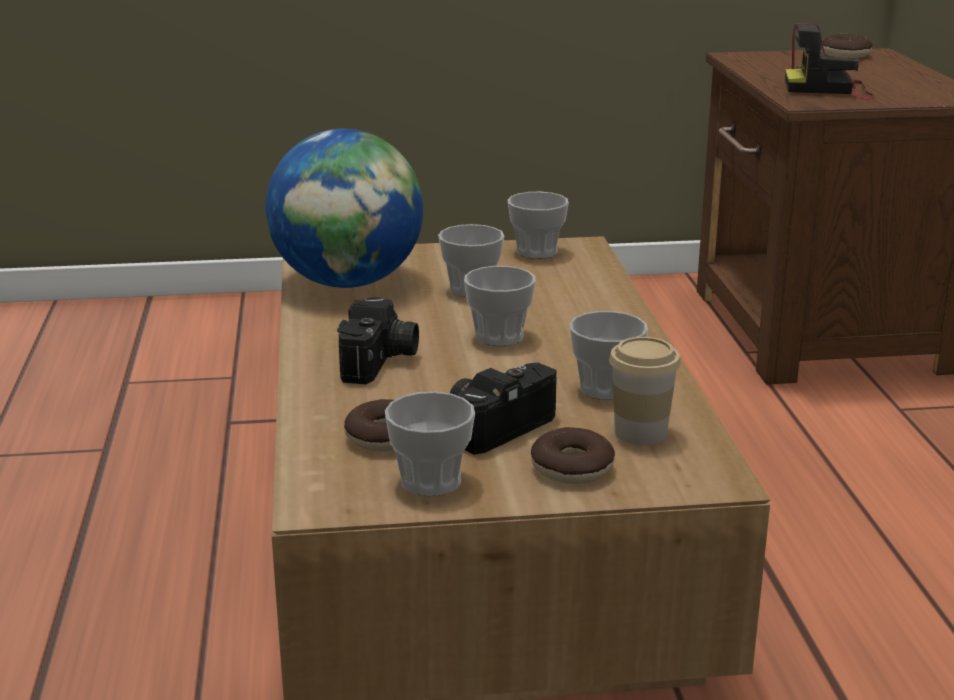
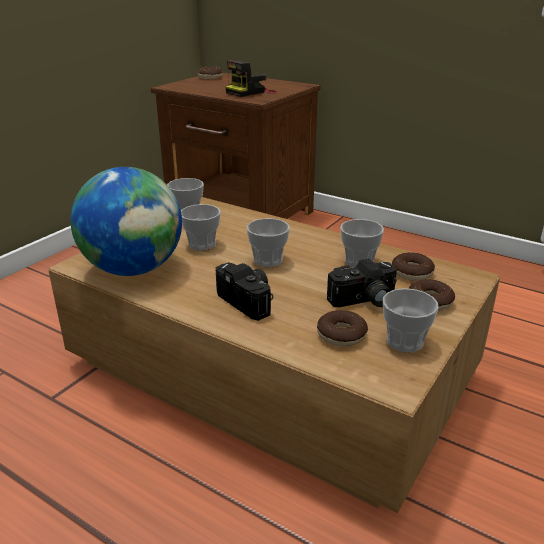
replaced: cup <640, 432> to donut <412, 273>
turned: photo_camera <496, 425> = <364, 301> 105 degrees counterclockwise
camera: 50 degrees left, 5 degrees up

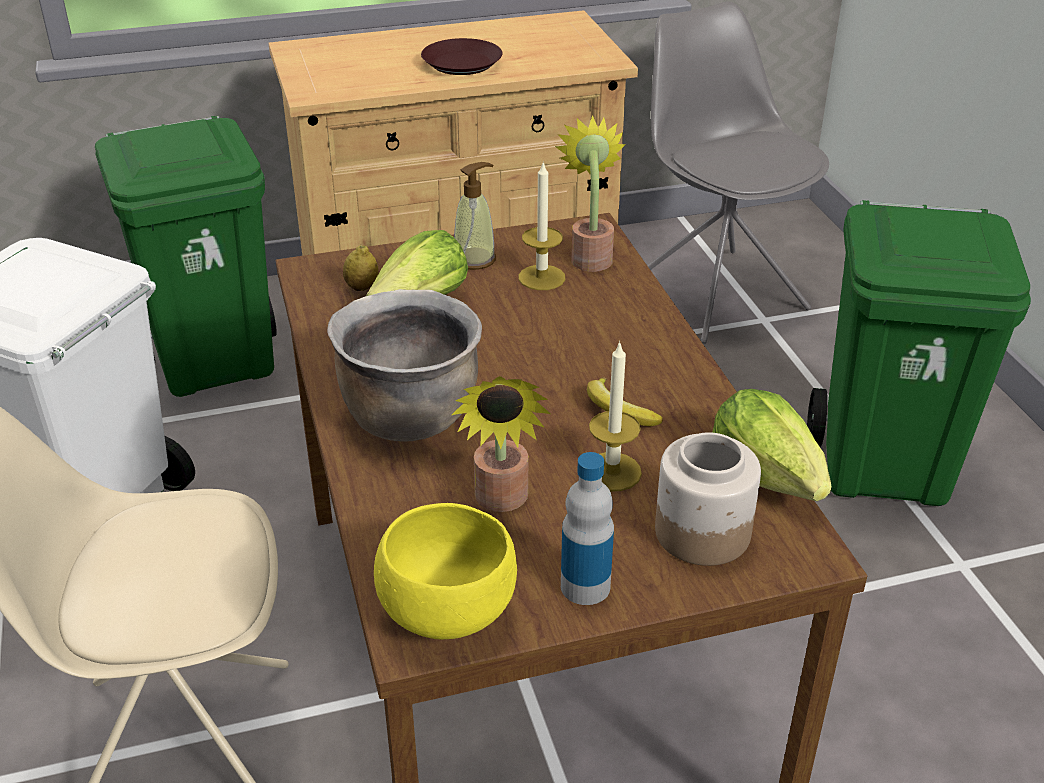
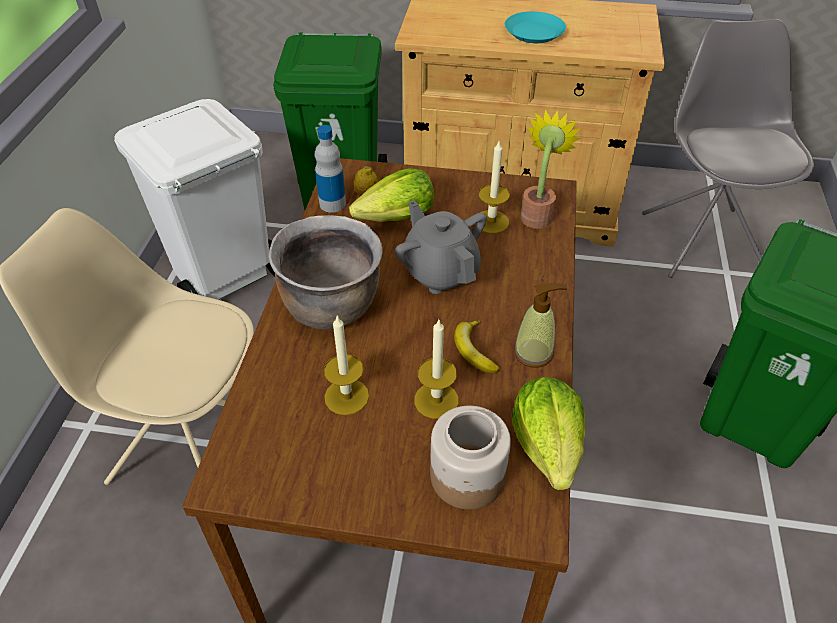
removed: yellow_bowl <448, 612>
added: grey_teapot <440, 272>
moved: bottle <585, 586> to <332, 204>; soap_dispenser <474, 259> to <533, 353>
replaced: potted_plant <501, 502> to candle <346, 396>
recoloured: brown_plate <461, 63> to turquoise_plate <533, 32>
camera: 25 degrees right, 10 degrees up

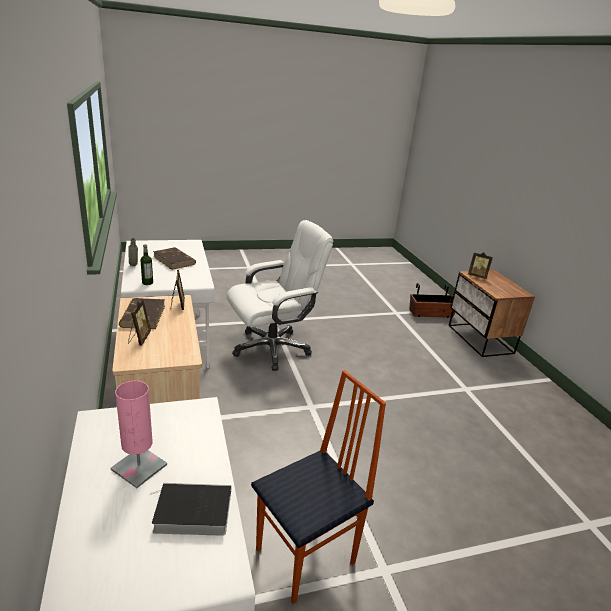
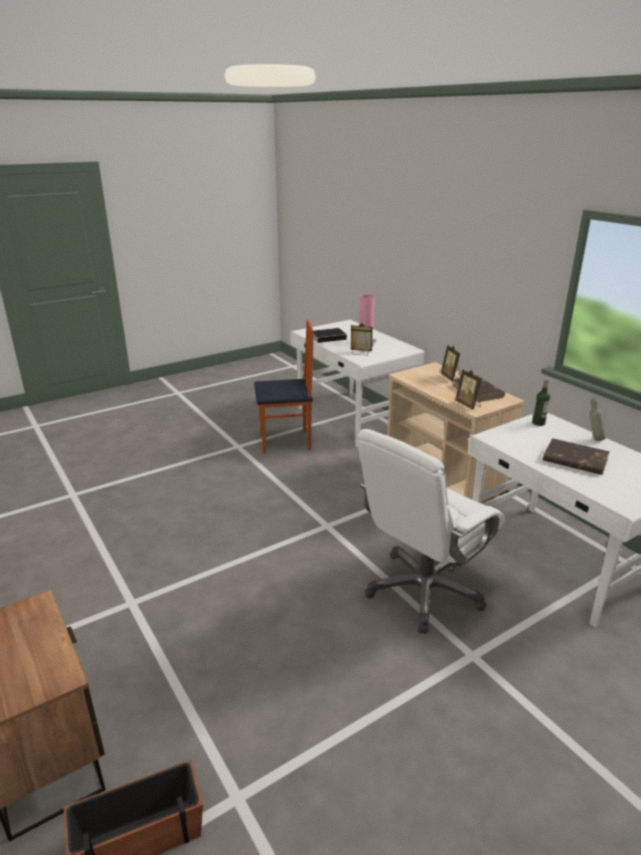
moved: picture_frame <477, 276> to <360, 353>
turned: chair <307, 557> = <286, 442> 135 degrees counterclockwise
camera: 165 degrees right, 0 degrees up

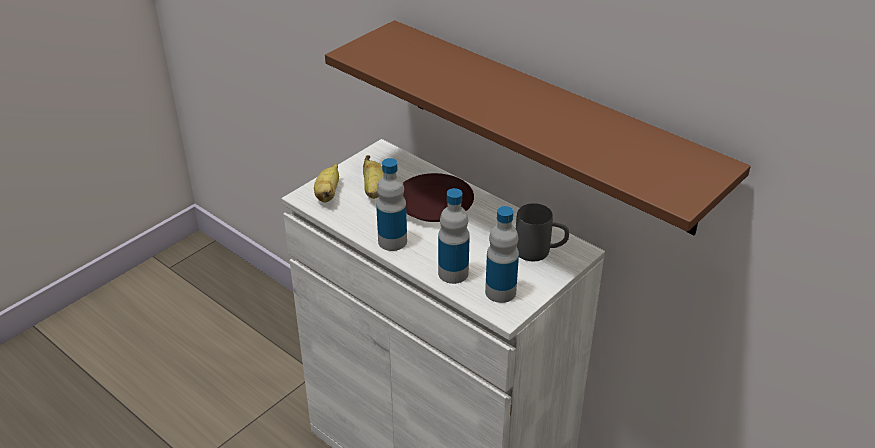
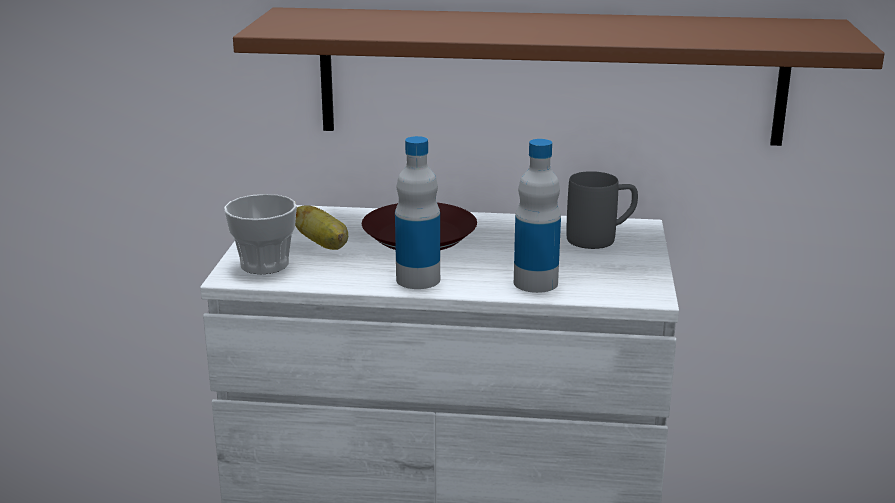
removed: bottle <500, 292>
replaced: banana <328, 194> to cup <264, 264>
camera: 35 degrees left, 15 degrees down

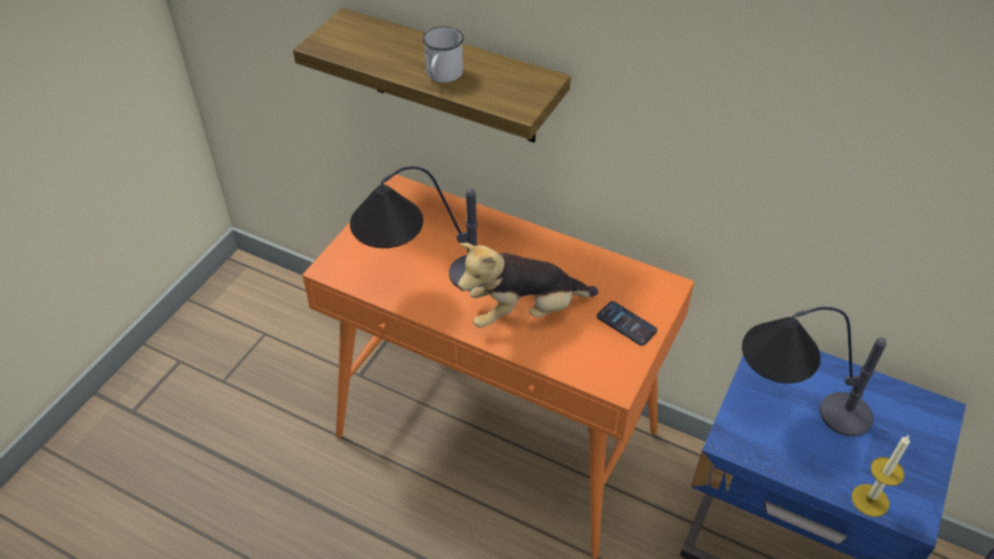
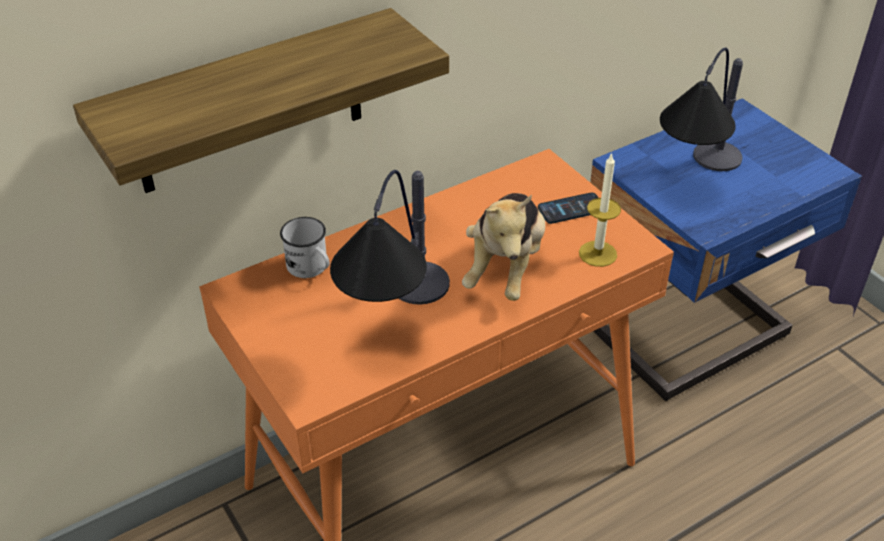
moved: white_mug <442, 76> to <311, 268>; candle <870, 500> to <597, 253>
camera: 60 degrees left, 5 degrees down

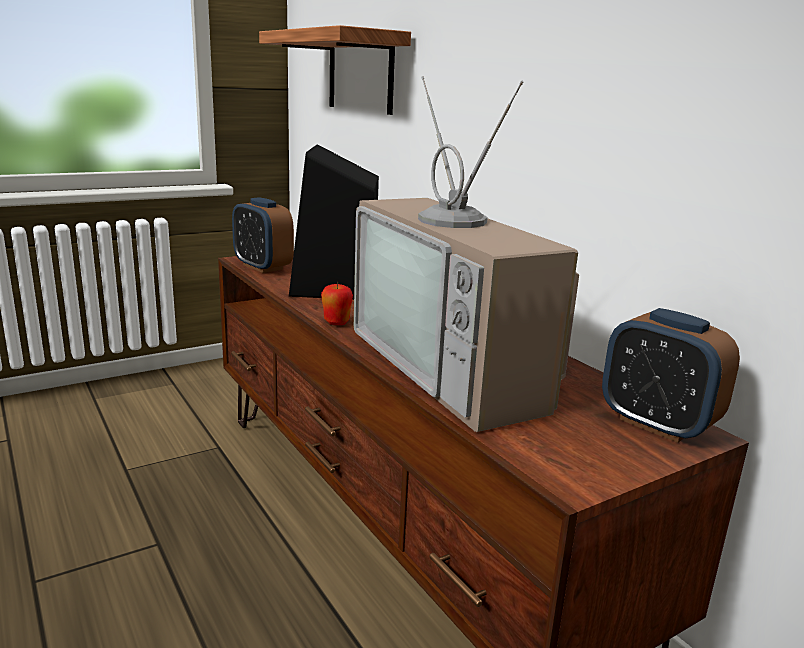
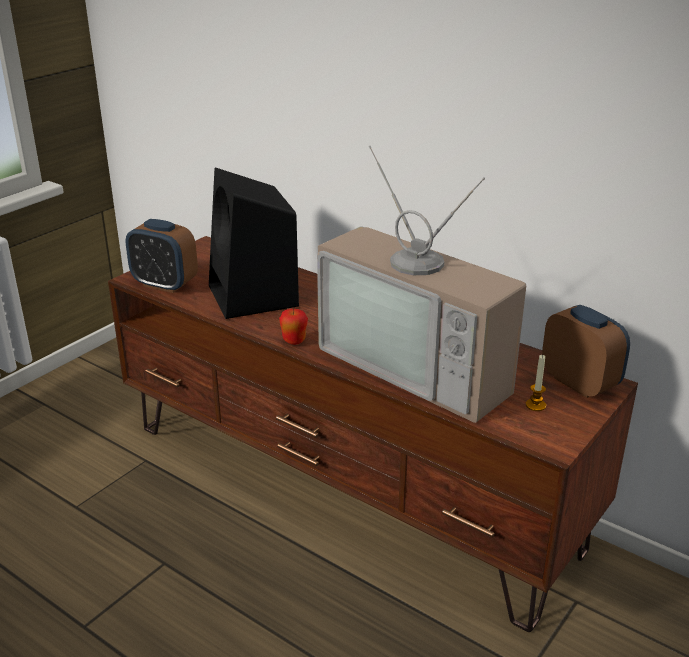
removed: shelf <360, 72>
added: candle <535, 405>
turned: alarm_clock <657, 424> = <579, 383> 150 degrees counterclockwise
camera: 20 degrees left, 10 degrees up

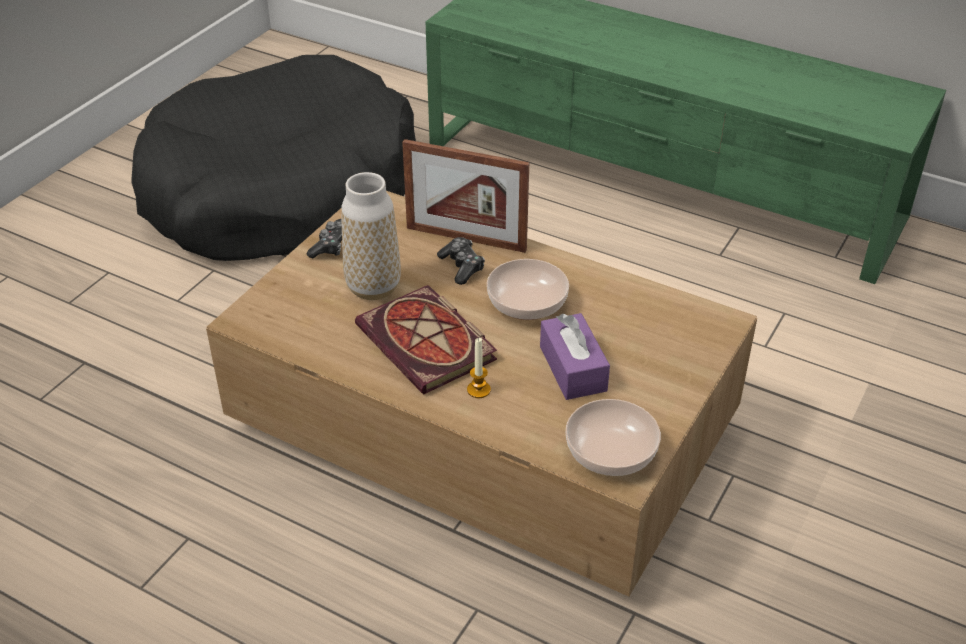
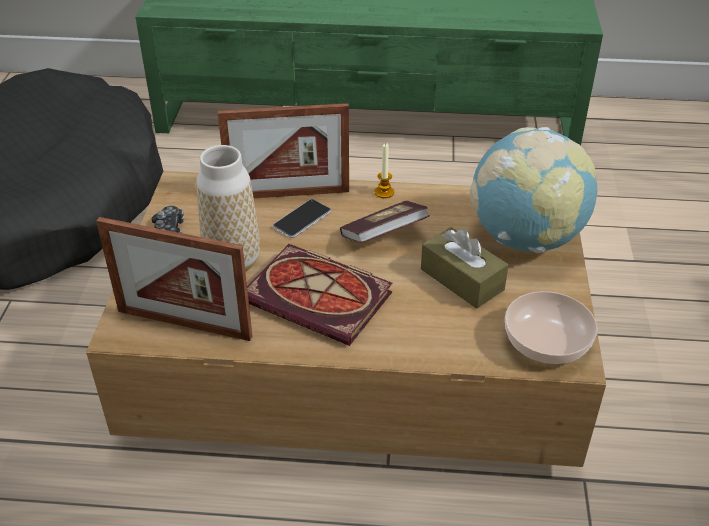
added: picture_frame <184, 324>; globe <525, 238>
moved: candle <478, 390> to <384, 192>
replaced: game_controller <462, 266> to phone <302, 219>; bowl <528, 304> to book <383, 235>
recoloured: purple_tissue_box <573, 368> to brown_tissue_box <462, 279>
camera: 25 degrees left, 0 degrees up

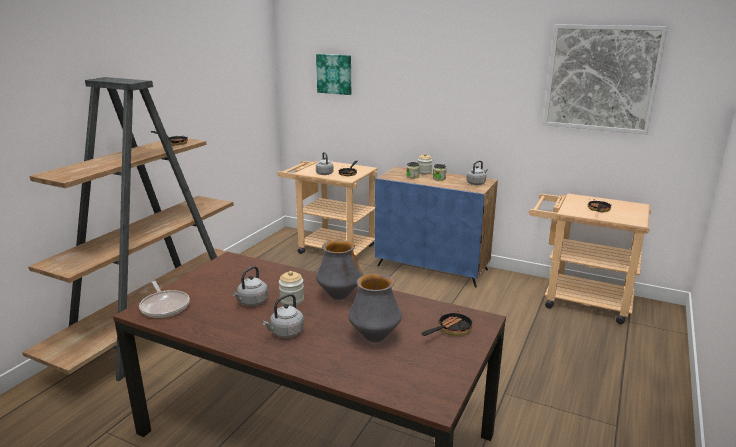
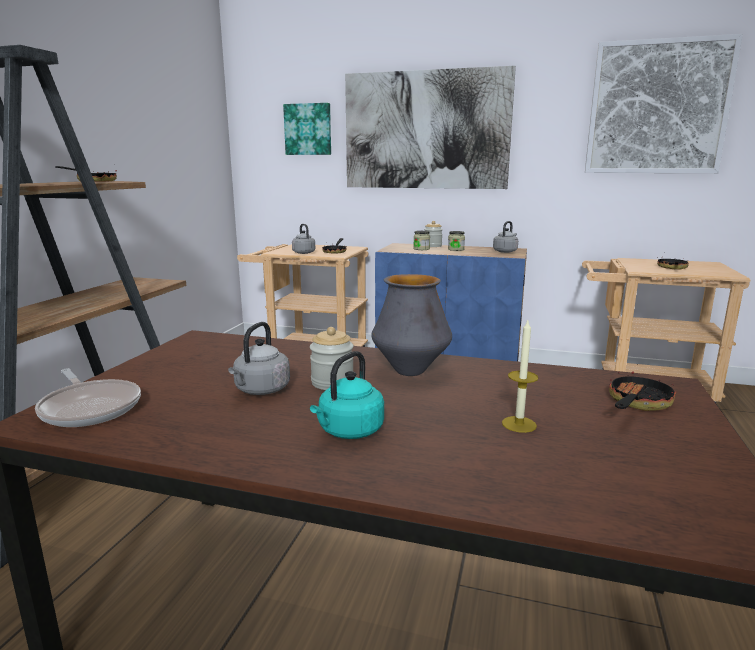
added: picture <426, 131>
replaced: vase <374, 337> to candle <519, 424>
recoloured: grey_kettle <285, 333> to turquoise_kettle <348, 431>
camera: 10 degrees left, 5 degrees down

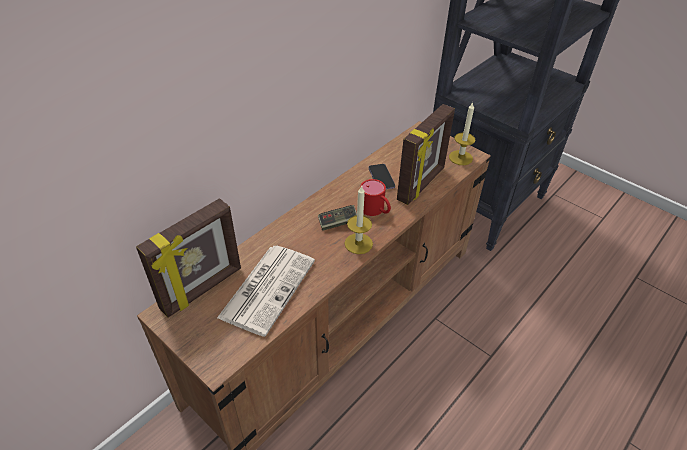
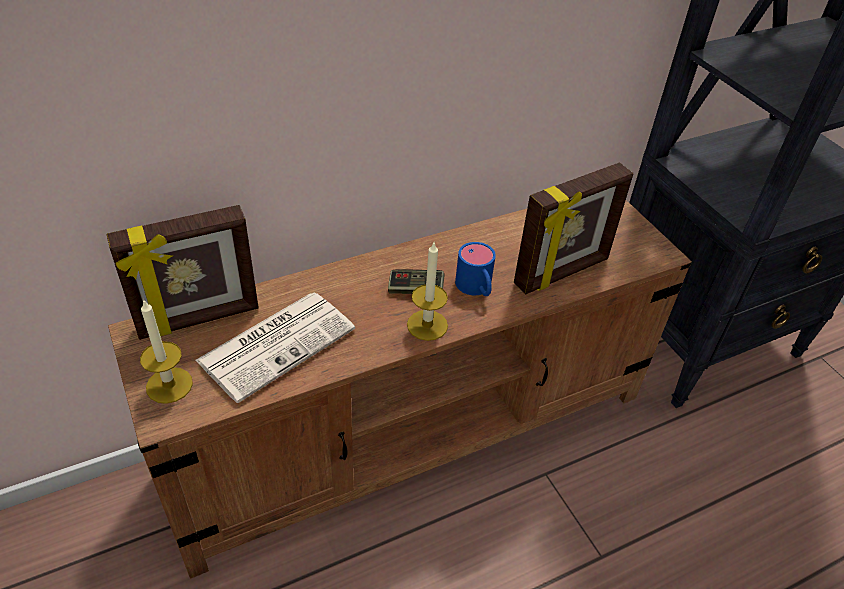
removed: phone <381, 178>
moved: candle <460, 157> to <169, 385>
recoloured: red_mug <375, 210> to blue_mug <476, 288>
camera: 20 degrees right, 0 degrees up

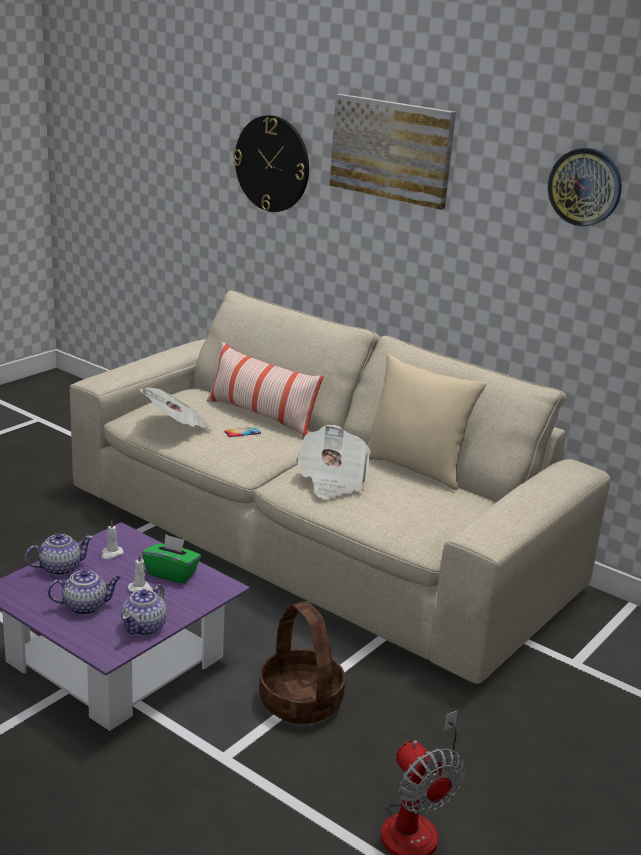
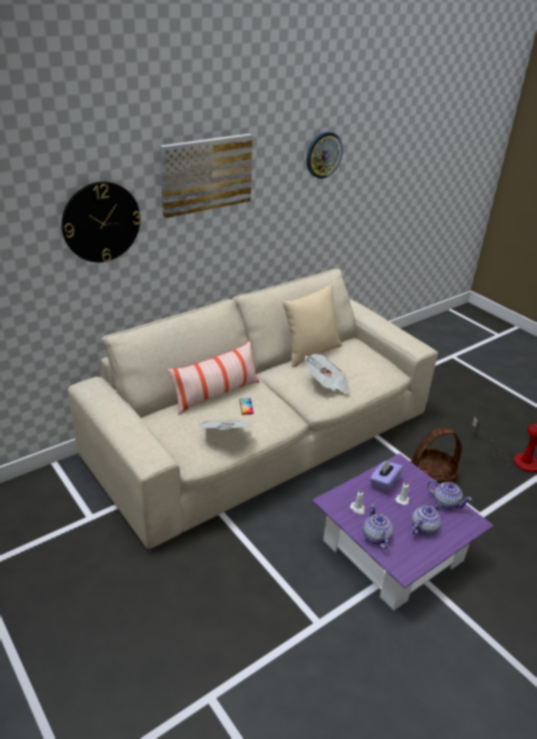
recoloured: green_tissue_box <172, 573> to purple_tissue_box <384, 483>
turned: teapot <86, 606> = <424, 527> 45 degrees clockwise
camera: 75 degrees left, 10 degrees up

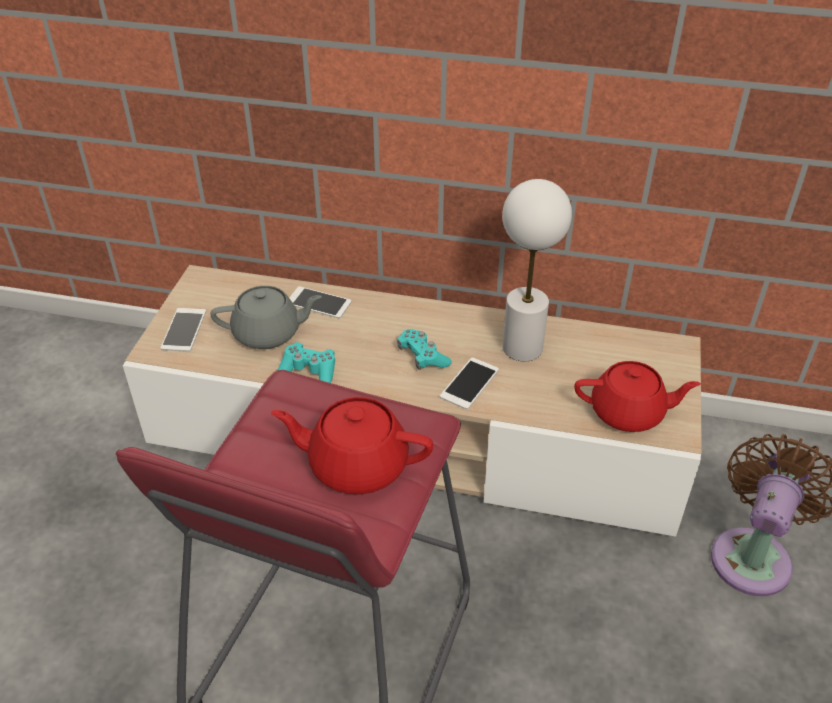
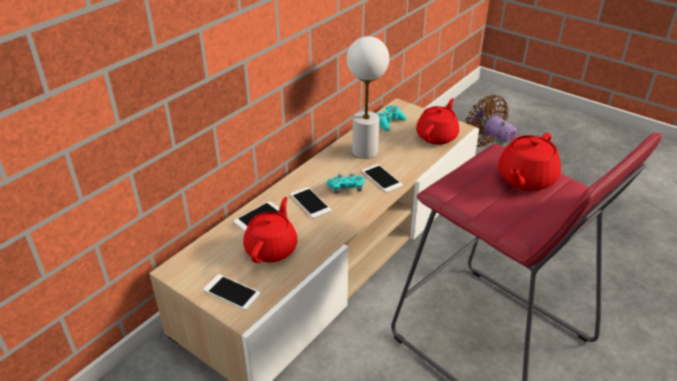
added: phone <310, 203>
moved: turquoise_game_controller <309, 371> to <388, 122>
recoloured: grey_teapot <268, 333> to red_teapot <272, 248>
camera: 65 degrees left, 5 degrees down

